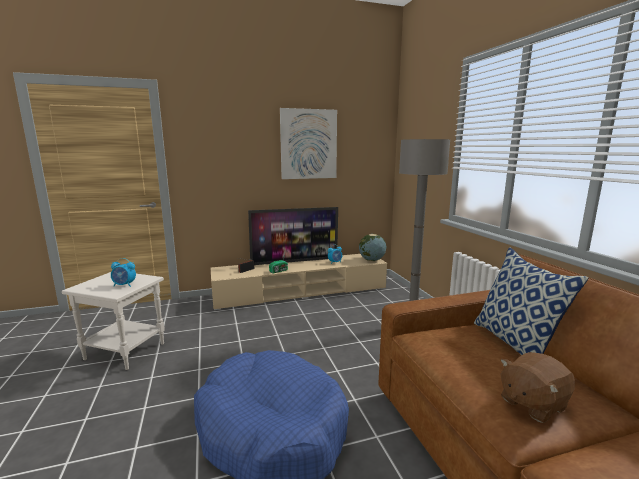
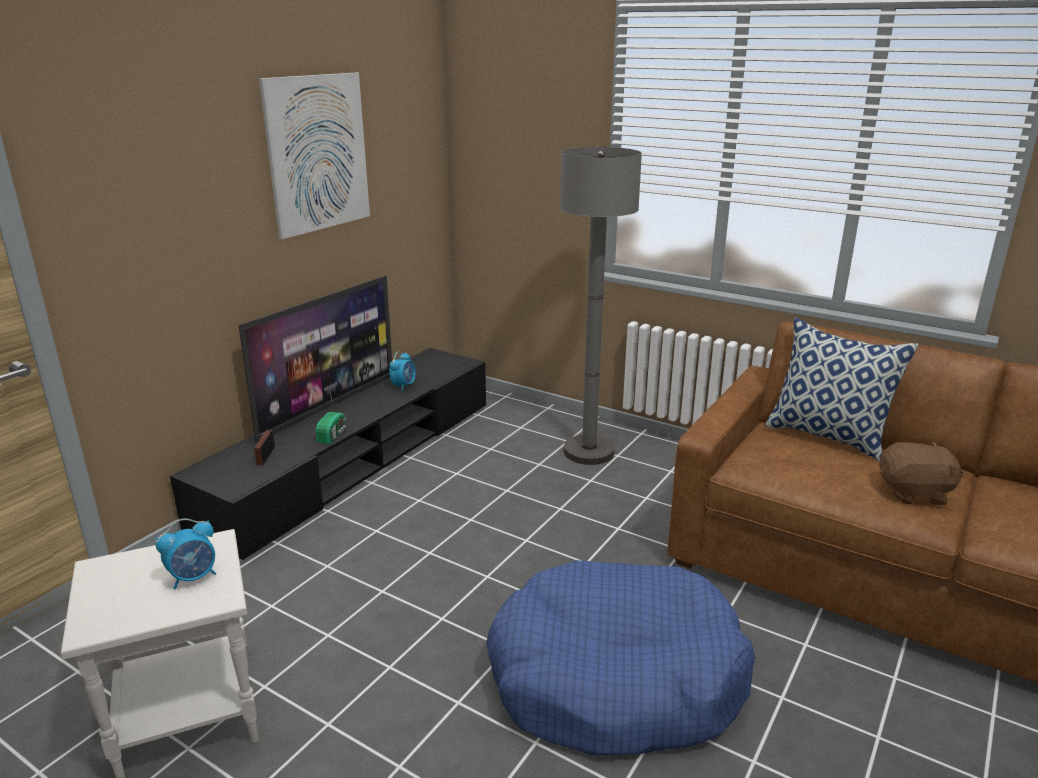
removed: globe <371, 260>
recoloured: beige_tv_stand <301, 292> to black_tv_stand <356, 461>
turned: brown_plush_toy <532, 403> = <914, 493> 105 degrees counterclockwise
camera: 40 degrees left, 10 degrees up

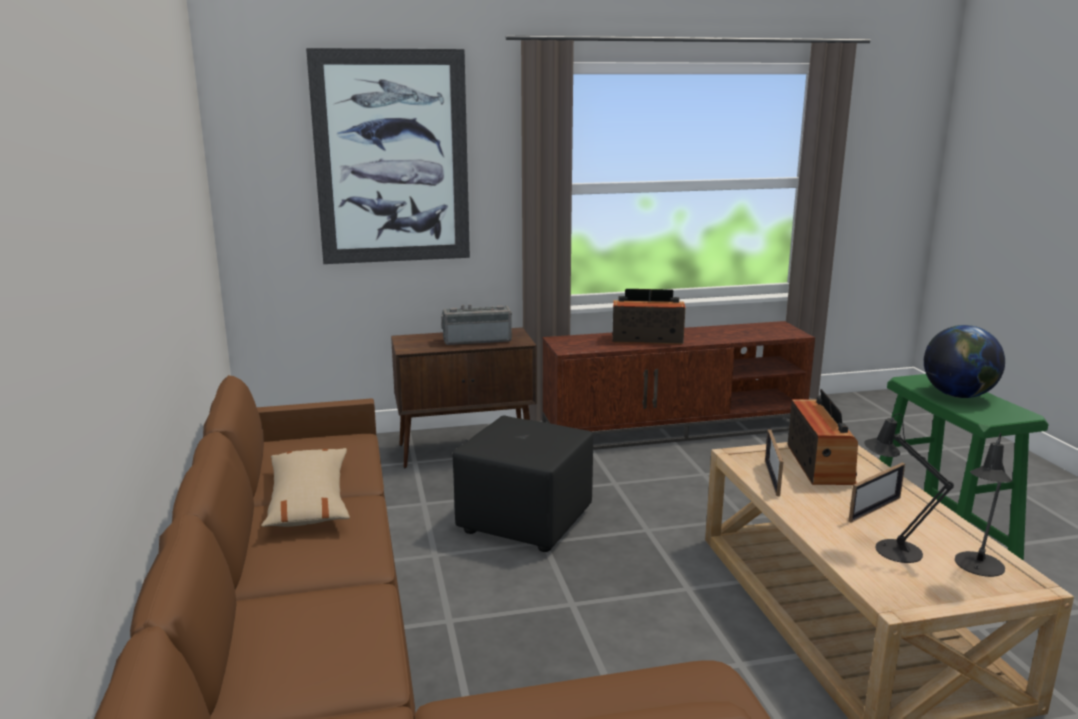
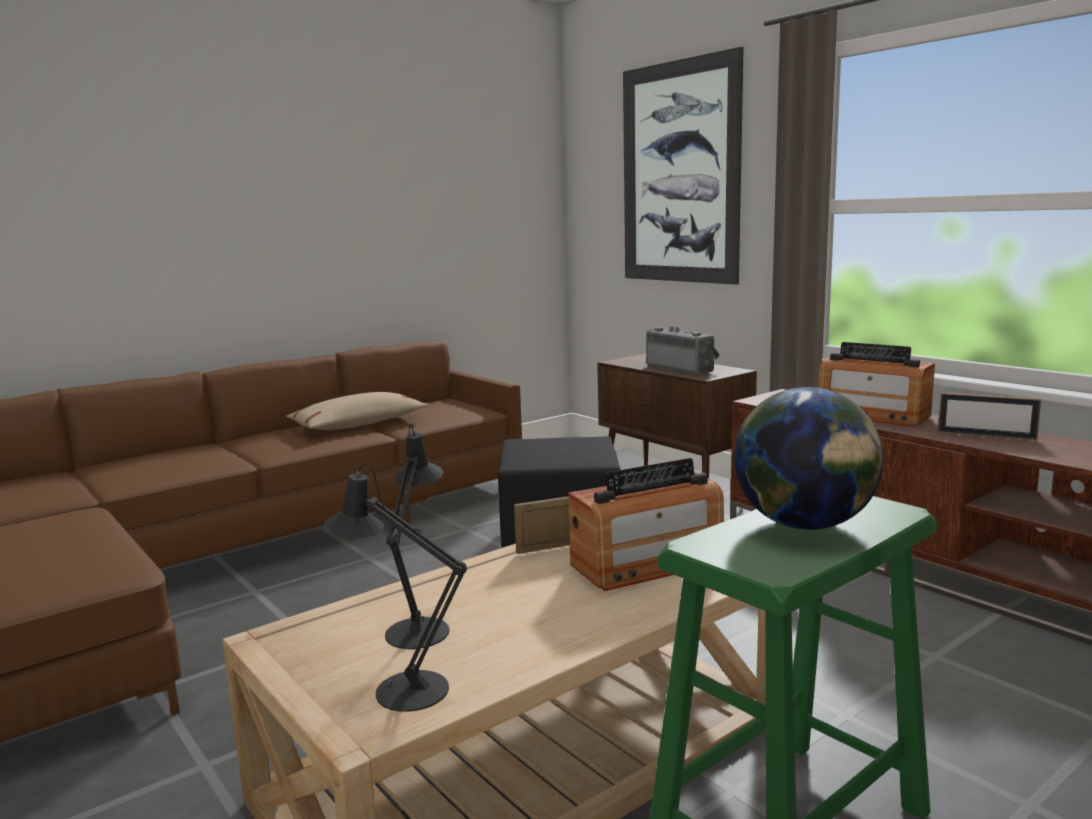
moved: picture_frame <874, 509> to <986, 435>
turned: radio <647, 339> = <872, 415> 150 degrees clockwise
camera: 65 degrees right, 5 degrees down

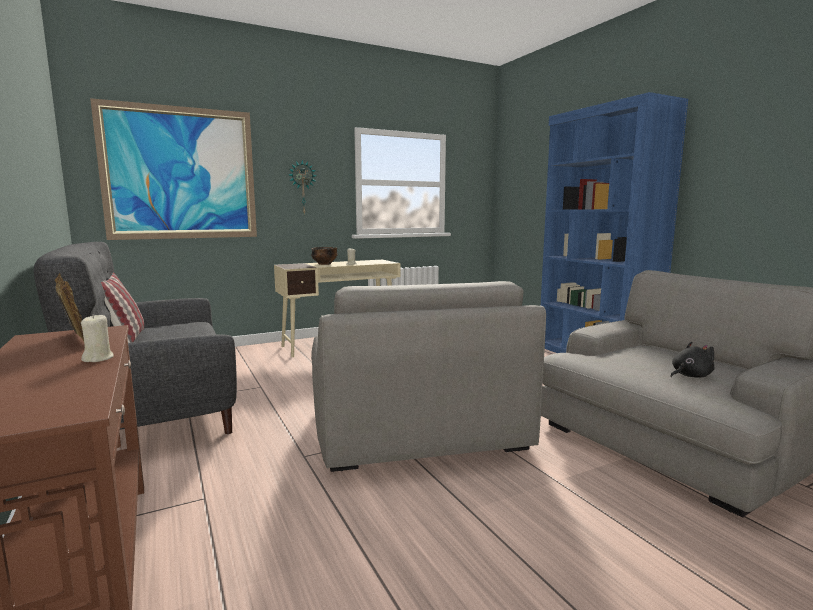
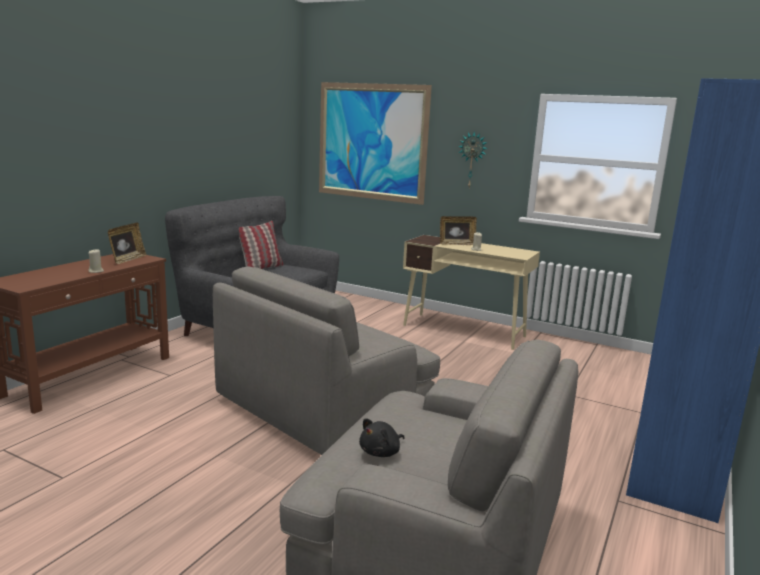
replaced: bowl <324, 264> to picture_frame <456, 244>
turned: black_plush_toy <689, 375> = <381, 452> 105 degrees clockwise
camera: 55 degrees right, 5 degrees up

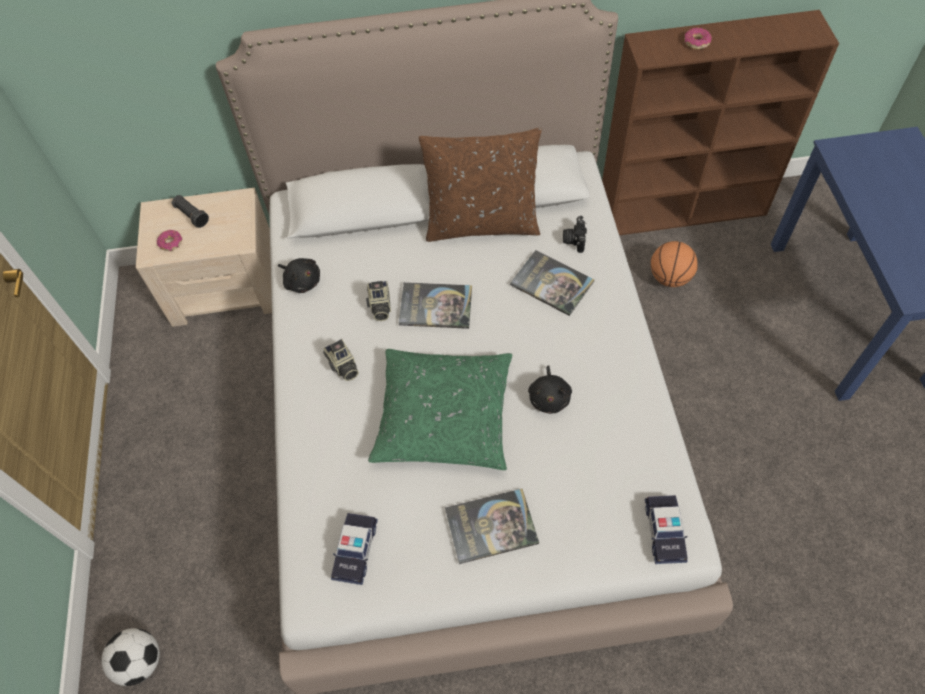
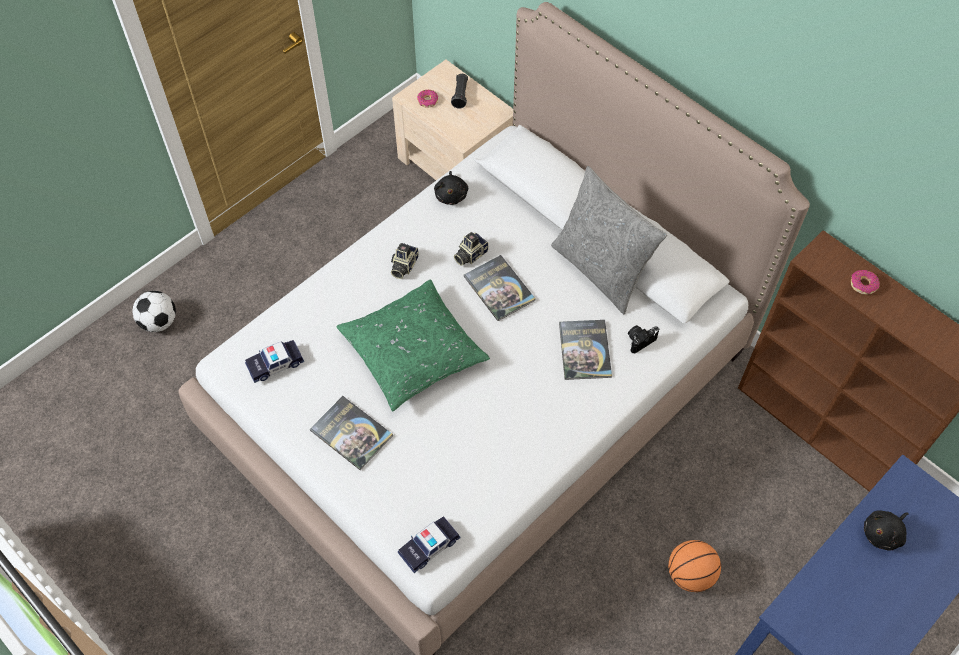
moved: basketball <669, 277> to <690, 574>; black_plush_toy <549, 397> to <883, 533>
recoloured: brown_pillow <482, 223> to grey_pillow <601, 270>
camera: 50 degrees right, 0 degrees up

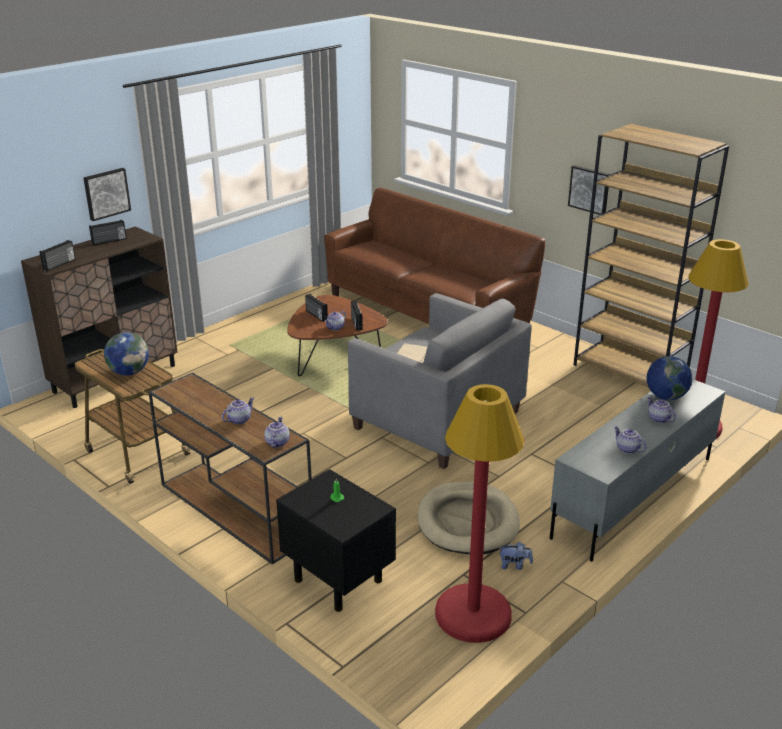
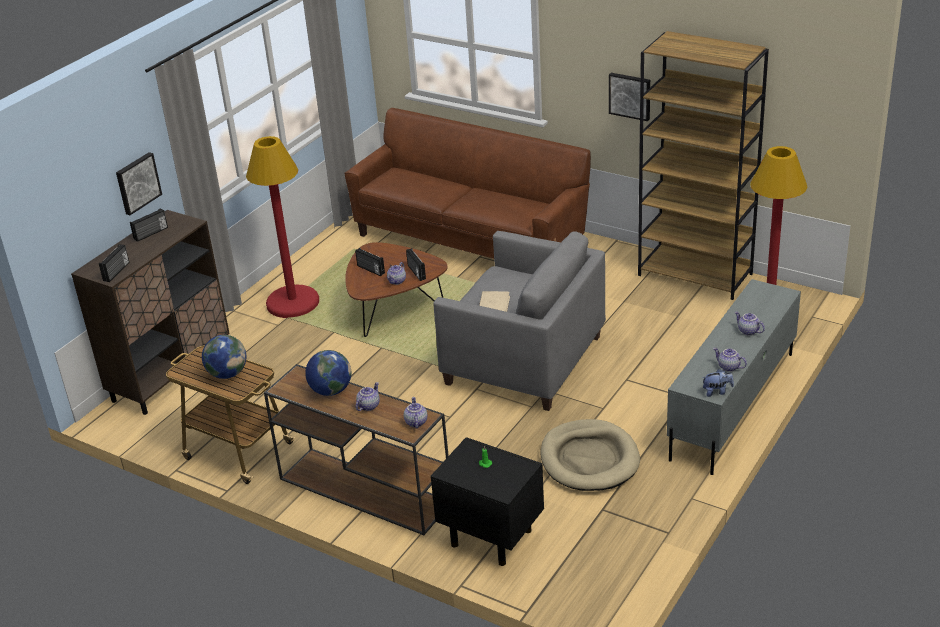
moved: red_floor_lamp <473, 614> to <292, 303>; globe <666, 396> to <331, 390>; plush_toy <514, 565> to <717, 391>
camera: 10 degrees left, 5 degrees up

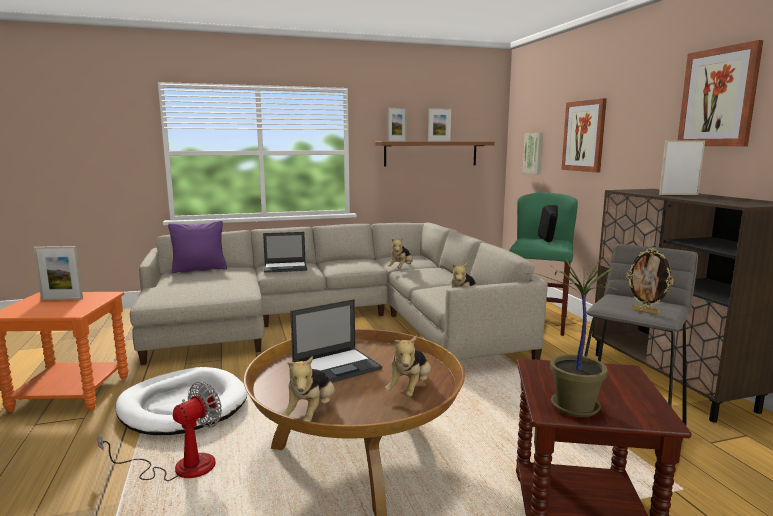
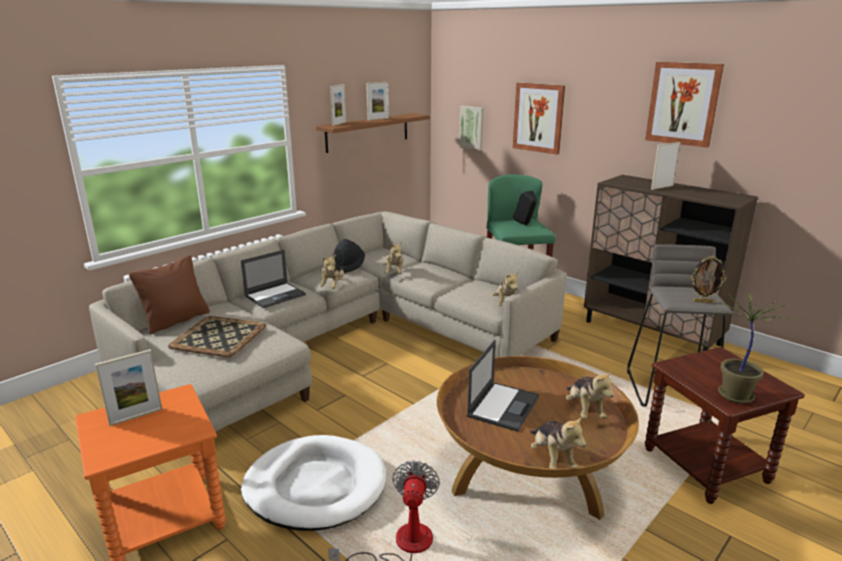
added: tray <220, 336>; plush_toy <333, 286>; black_hat <348, 266>
recoloured: purple_pillow <199, 269> to brown_pillow <176, 321>
camera: 30 degrees left, 10 degrees up

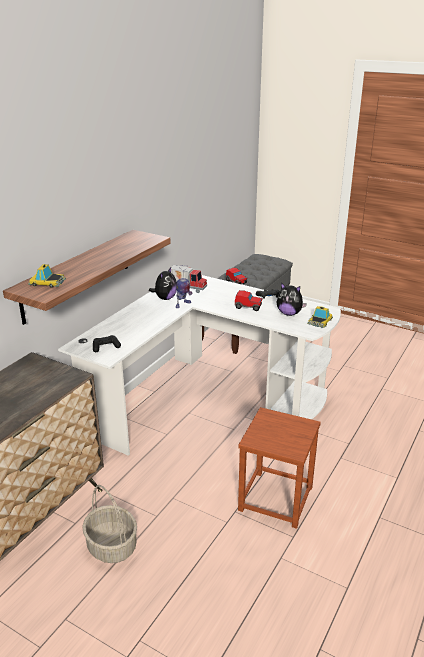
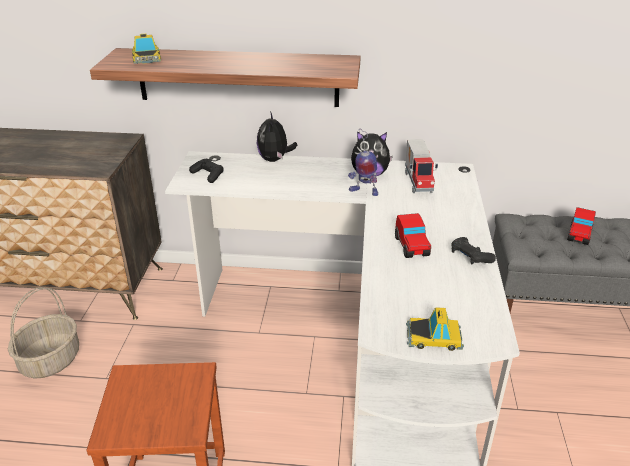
moved: plush_toy <289, 313> to <275, 159>
camera: 65 degrees right, 5 degrees up

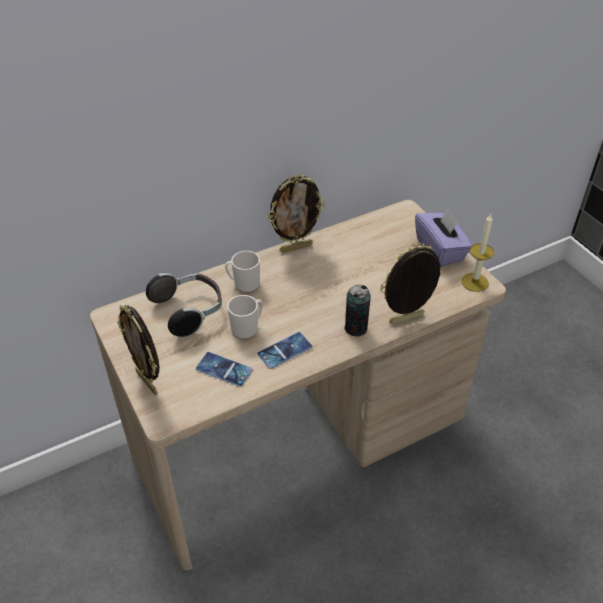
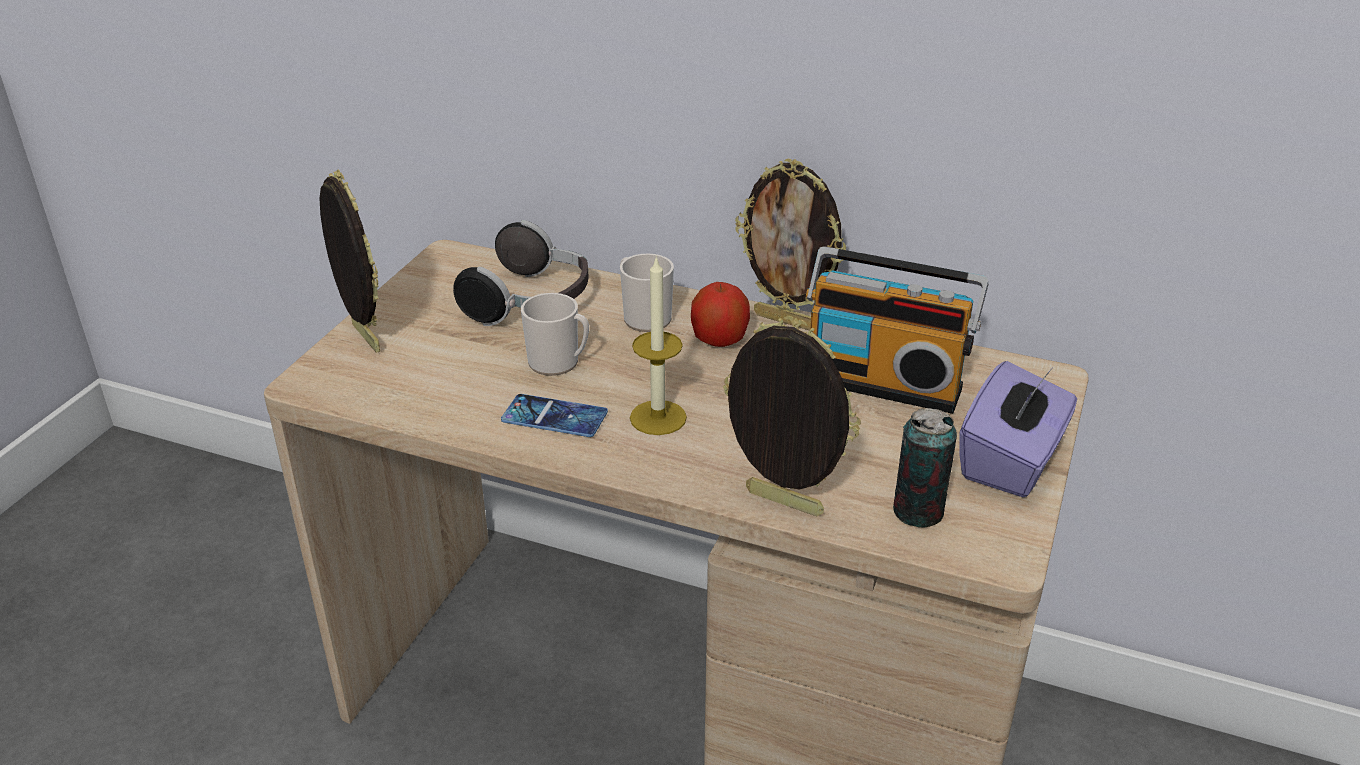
removed: phone <224, 369>
added: apple <719, 340>; radio <884, 381>
moved: candle <475, 282> to <658, 417>; can <356, 328> to <918, 511>
turned: picture_frame <148, 382> = <363, 338> 135 degrees clockwise
camera: 50 degrees right, 10 degrees down

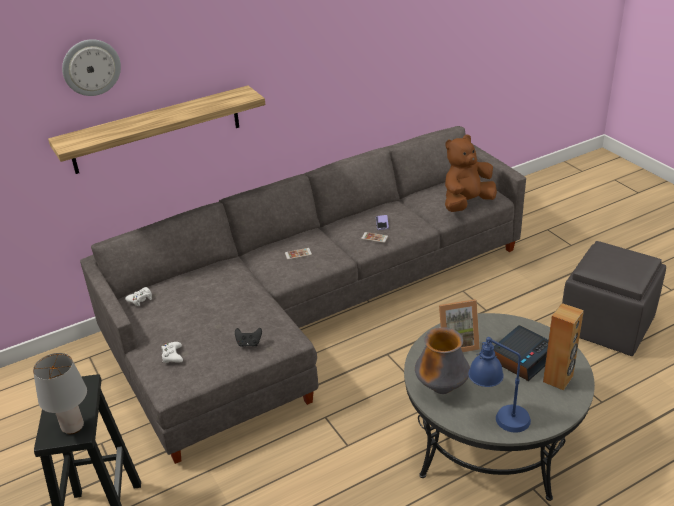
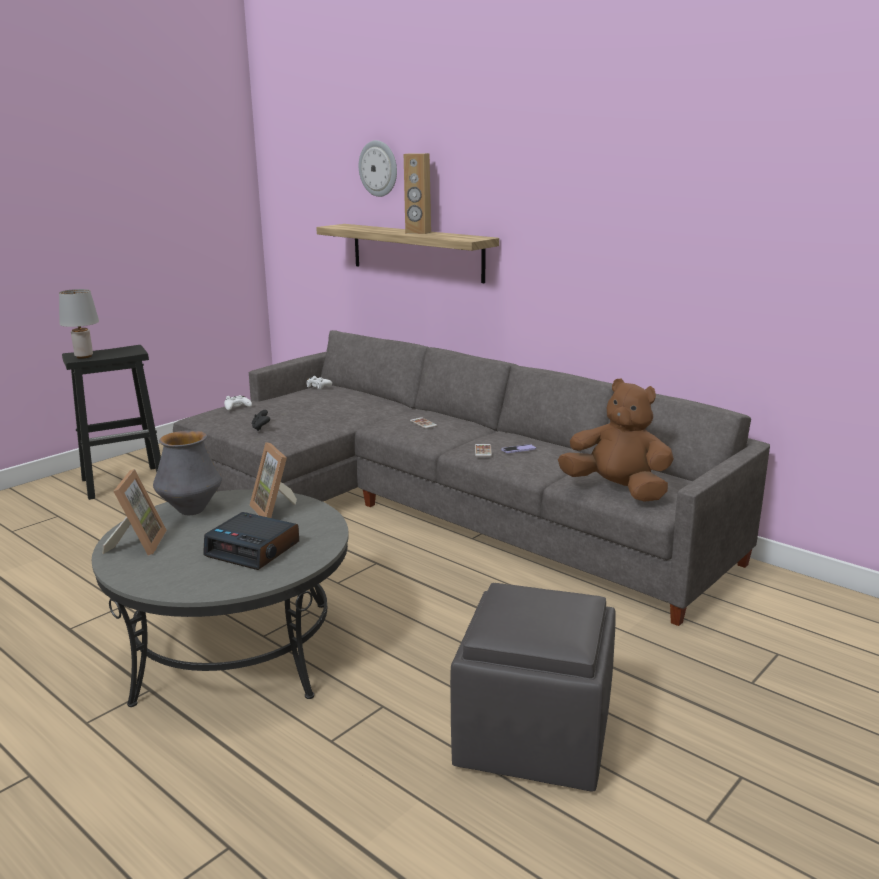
moved: brown_speaker <558, 379> to <418, 232>
replaced: blue_table_lamp <497, 417> to picture_frame <138, 544>
camera: 70 degrees right, 15 degrees down

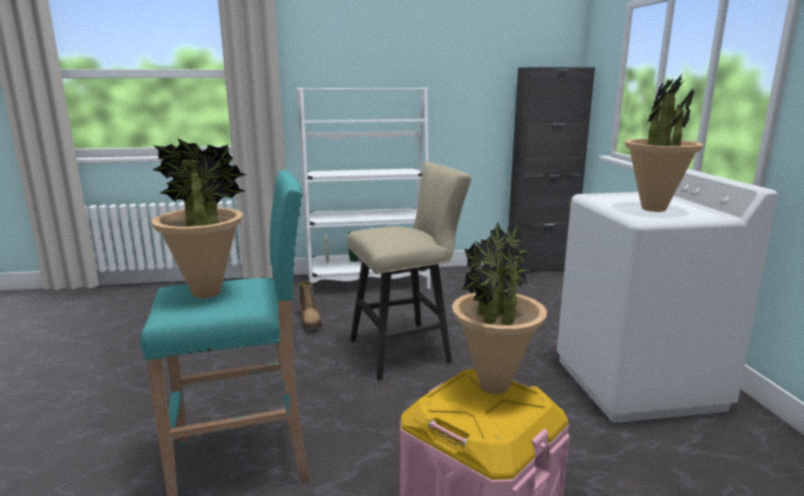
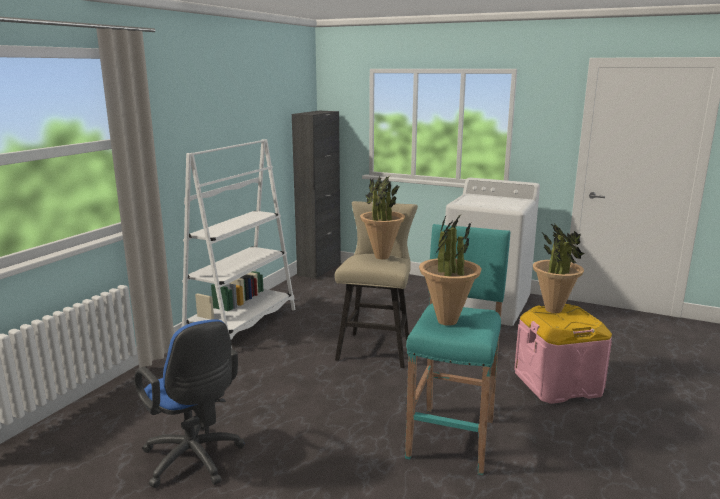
removed: boot <310, 321>
added: blue_office_chair <195, 461>
moved: potted_plant <653, 209> to <381, 257>
camera: 55 degrees left, 0 degrees up

